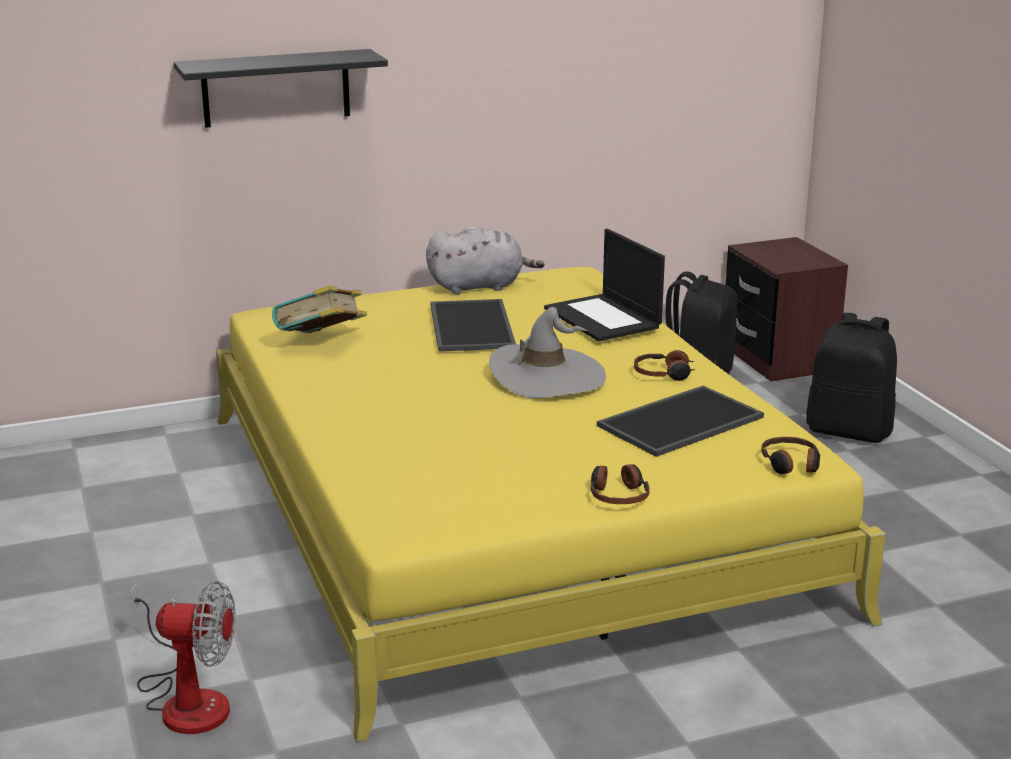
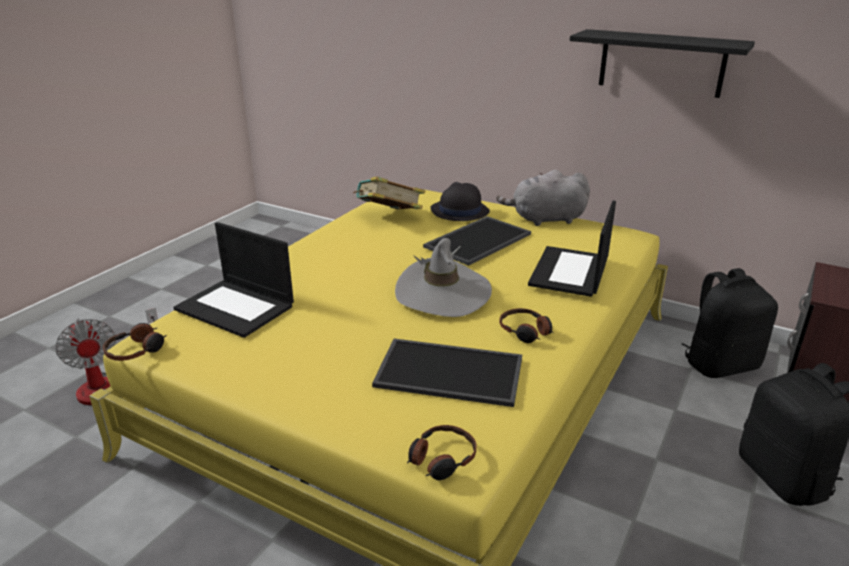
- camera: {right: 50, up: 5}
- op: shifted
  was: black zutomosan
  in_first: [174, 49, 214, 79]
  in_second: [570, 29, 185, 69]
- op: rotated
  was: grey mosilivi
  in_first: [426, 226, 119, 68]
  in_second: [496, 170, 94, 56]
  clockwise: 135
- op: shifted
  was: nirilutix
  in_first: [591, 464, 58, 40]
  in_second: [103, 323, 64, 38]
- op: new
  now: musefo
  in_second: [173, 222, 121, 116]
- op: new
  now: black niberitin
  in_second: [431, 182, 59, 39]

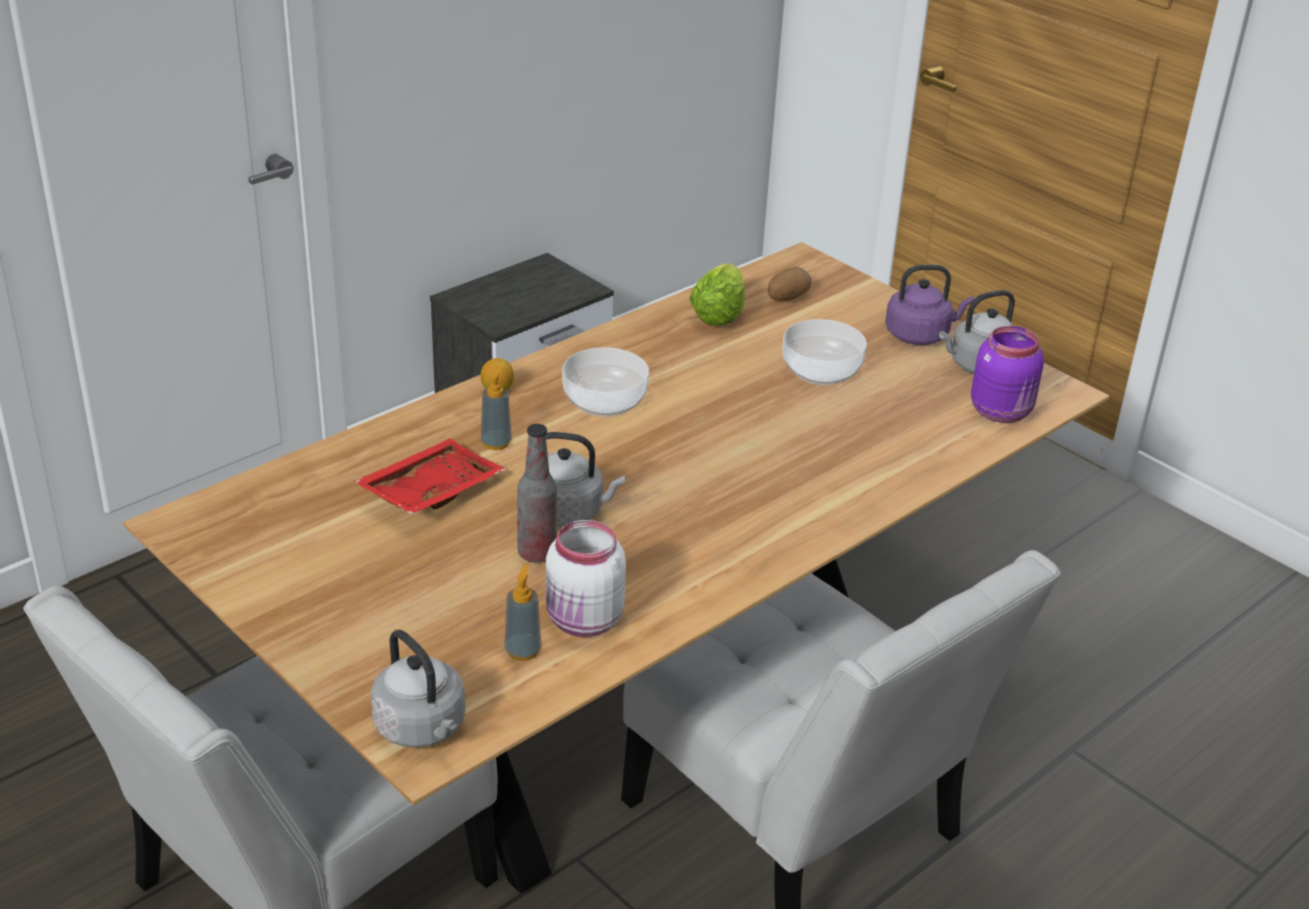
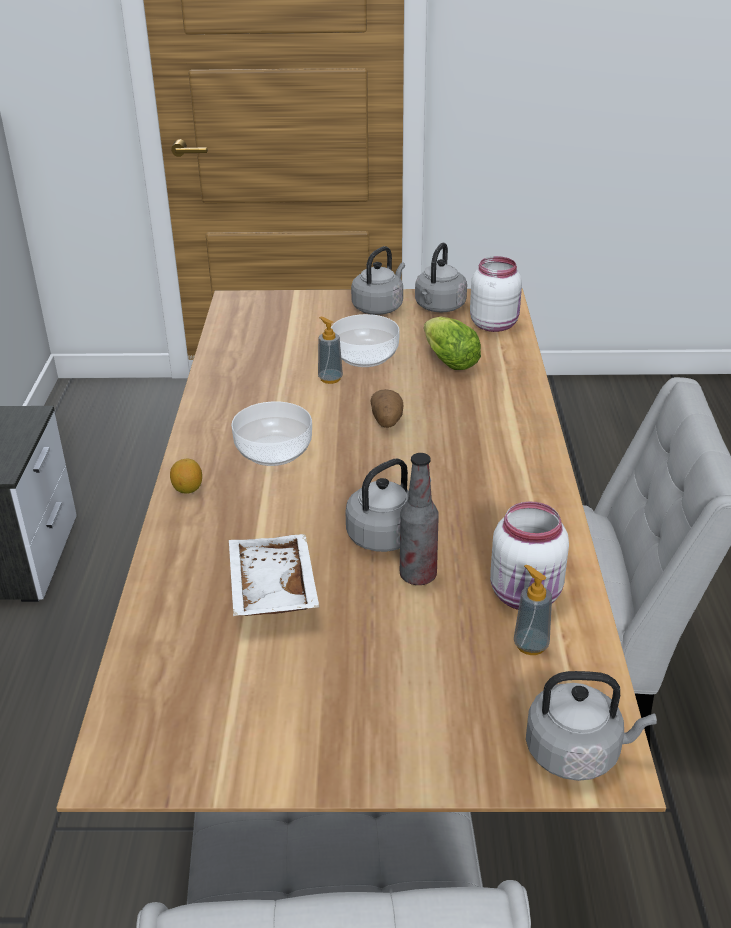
- camera: {right: -45, up: 0}
- op: repainted
  was: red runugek
  now: white runugek
  in_first: [354, 438, 153, 76]
  in_second: [229, 534, 90, 82]
- op: shifted
  was: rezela
  in_first: [481, 366, 31, 84]
  in_second: [318, 317, 25, 67]
- op: shifted
  was: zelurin
  in_first: [689, 264, 56, 61]
  in_second: [424, 317, 57, 53]
- op: shifted
  was: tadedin
  in_first: [768, 267, 44, 34]
  in_second: [371, 389, 32, 39]
- op: repainted
  was: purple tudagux
  now: grey tudagux
  in_first: [885, 265, 89, 80]
  in_second: [351, 246, 54, 69]
- op: repainted
  was: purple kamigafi
  now: white kamigafi
  in_first: [971, 326, 73, 97]
  in_second: [470, 256, 52, 76]

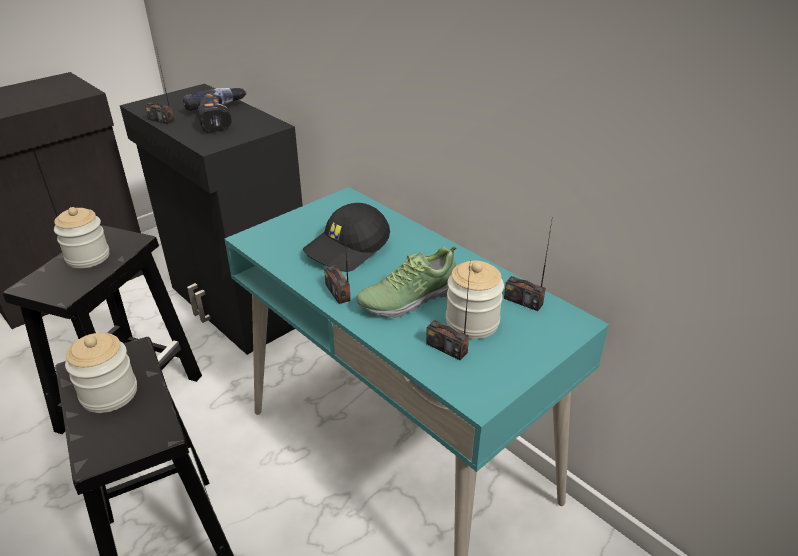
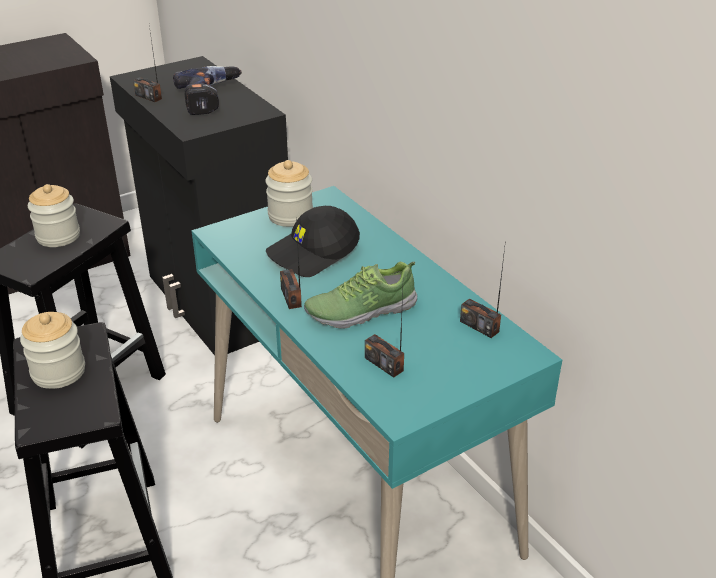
- camera: {right: 10, up: 0}
- op: shifted
  was: kamigafi
  in_first: [446, 261, 58, 78]
  in_second: [266, 160, 47, 67]

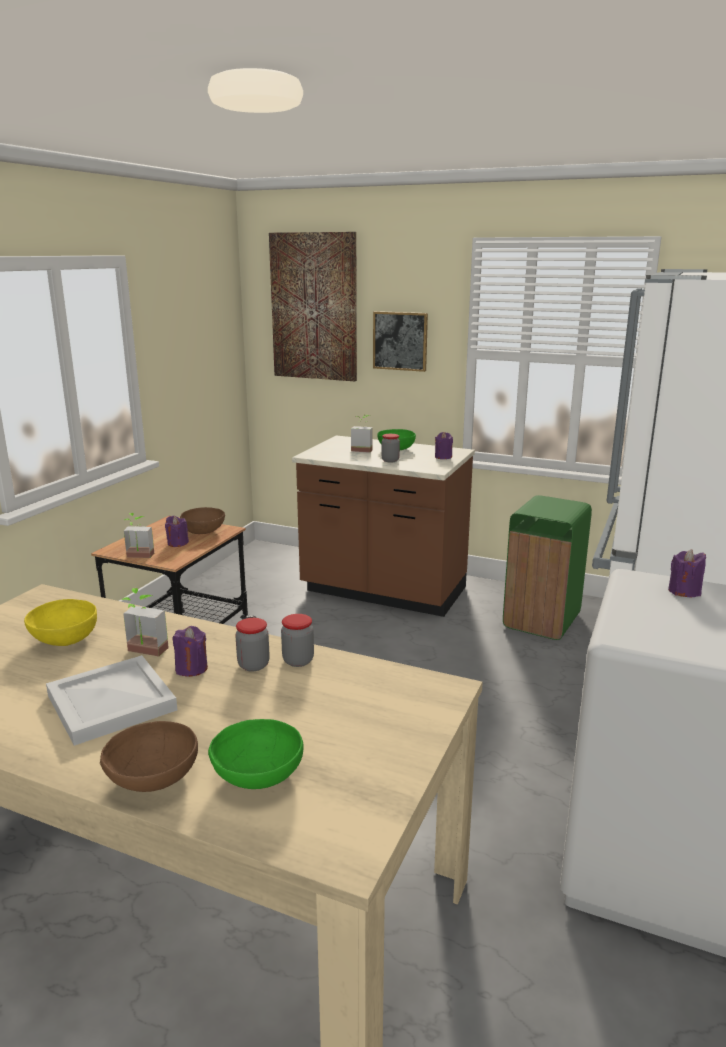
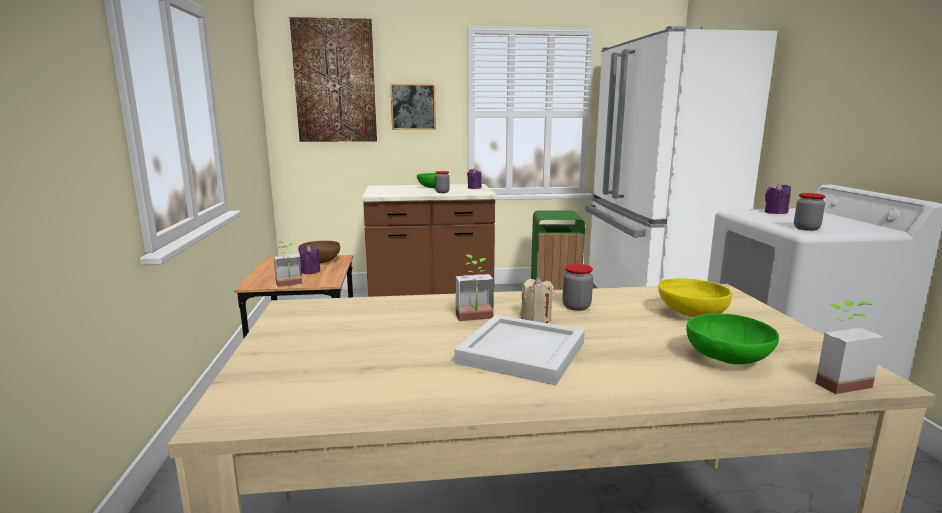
- camera: {right: -30, up: -5}
- op: shifted
  was: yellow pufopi
  in_first: [24, 599, 73, 47]
  in_second: [658, 278, 74, 39]
- op: gone
  was: brown pufopi
  in_first: [100, 721, 98, 71]
- op: repainted
  was: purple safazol
  now: beige safazol
  in_first: [172, 626, 36, 51]
  in_second: [521, 277, 33, 46]
- op: shifted
  was: kamigafi
  in_first: [281, 614, 33, 53]
  in_second: [794, 193, 32, 38]
- op: shifted
  was: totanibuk
  in_first: [351, 415, 22, 38]
  in_second: [815, 301, 69, 93]

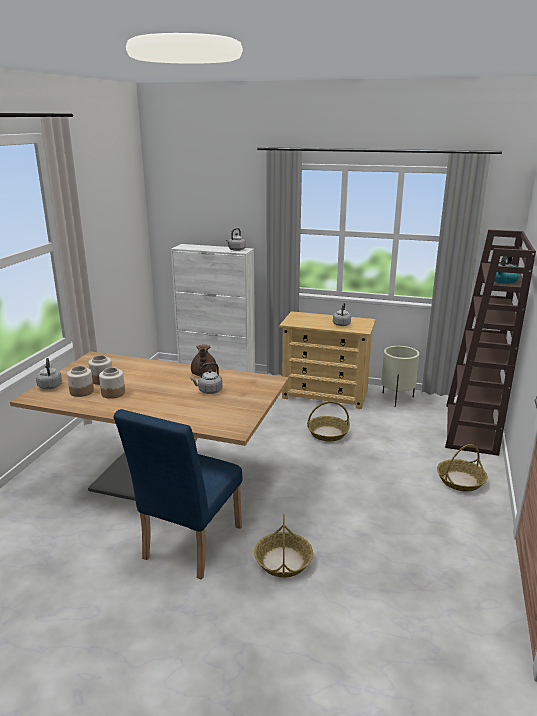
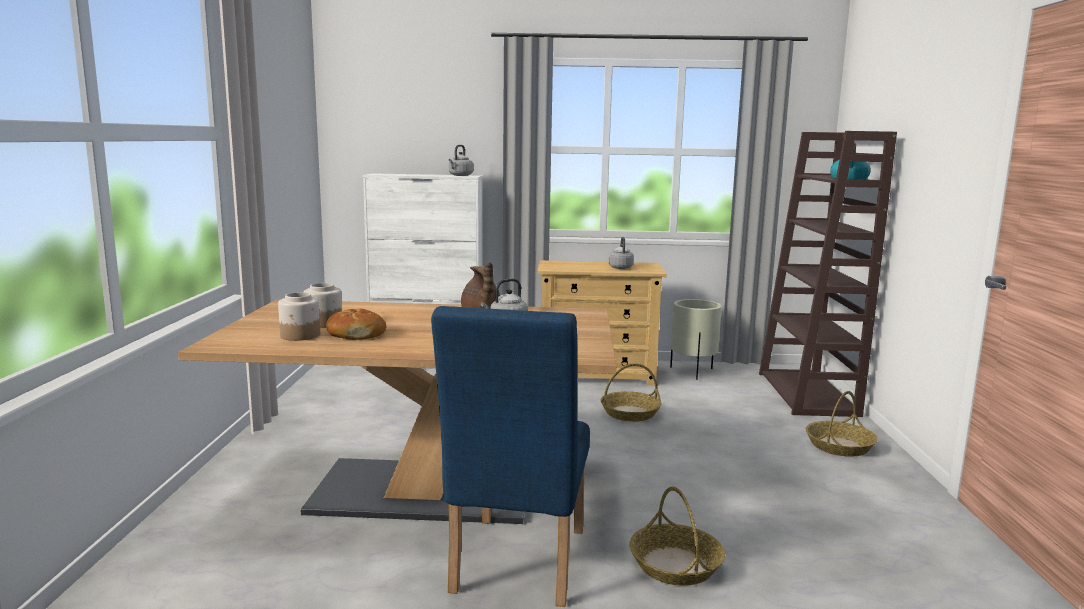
- camera: {right: -15, up: -10}
- op: gone
  was: grey tudagux
  in_first: [36, 358, 26, 31]
- op: swapped
  was: kamigafi
  now: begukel
  in_first: [99, 367, 26, 32]
  in_second: [326, 309, 60, 31]

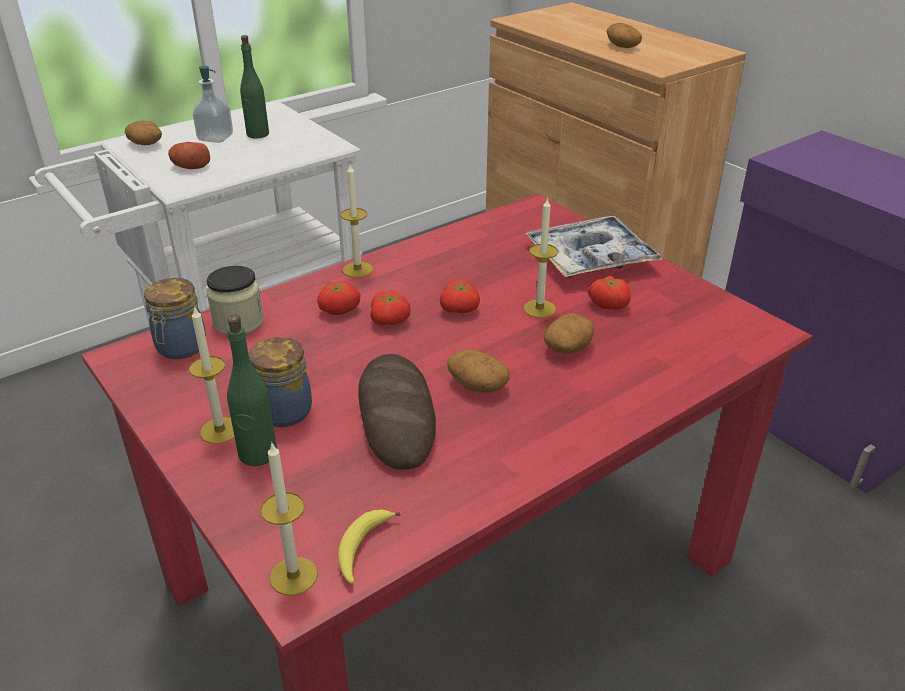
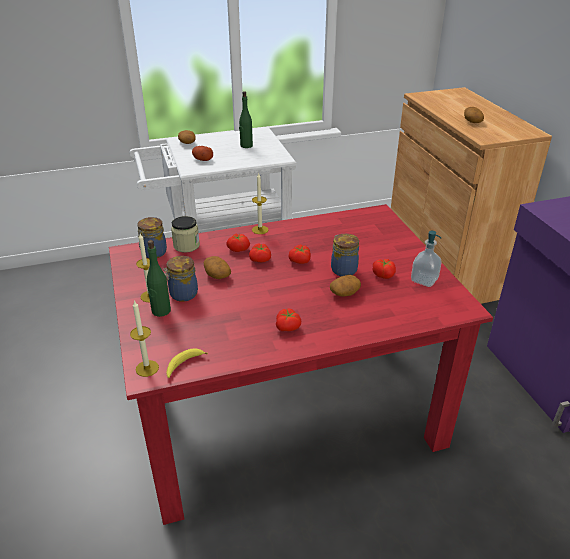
- camera: {right: 20, up: 0}
- op: shifted
  was: rezela
  in_first: [193, 66, 40, 77]
  in_second: [411, 231, 31, 56]
- op: gone
  was: begukel
  in_first: [358, 354, 78, 116]
- op: shifted
  was: tadedin
  in_first: [447, 349, 63, 44]
  in_second: [204, 256, 27, 23]
- op: swapped
  was: safazol
  now: kamigafi
  in_first: [524, 197, 34, 121]
  in_second: [331, 234, 28, 42]
- op: gone
  was: runugek
  in_first: [525, 216, 137, 61]
- op: new
  now: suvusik
  in_second: [276, 308, 25, 23]

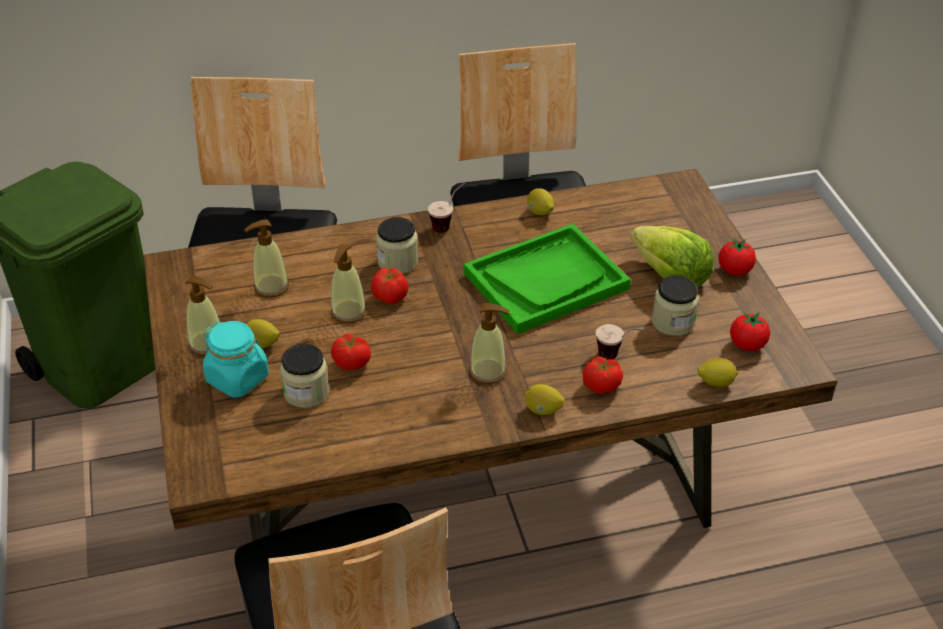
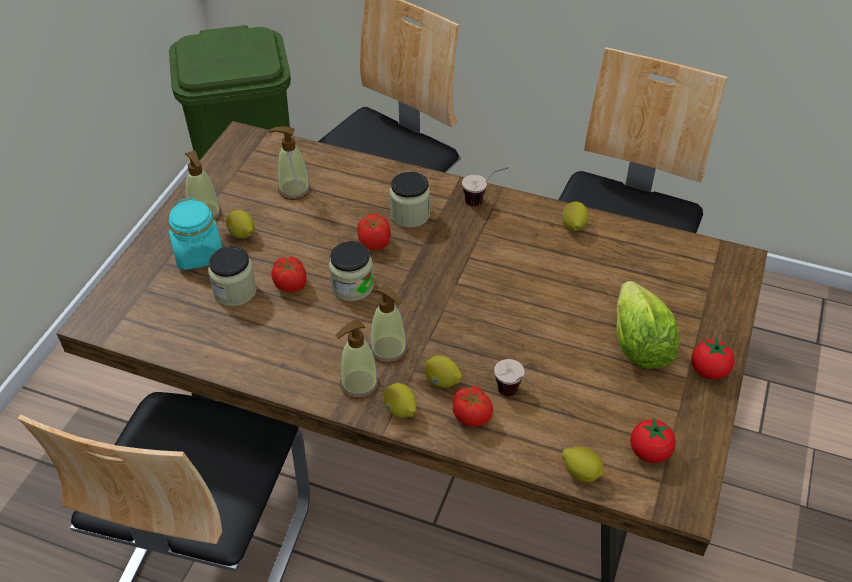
- camera: {right: 35, up: 5}
- op: shifted
  was: rezela
  in_first: [331, 244, 36, 80]
  in_second: [335, 319, 44, 80]
- op: gone
  was: green runugek
  in_first: [464, 224, 167, 110]
- op: shifted
  was: kamigafi
  in_first: [652, 276, 47, 60]
  in_second: [329, 241, 45, 60]
- op: new
  now: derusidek
  in_second: [425, 355, 37, 33]

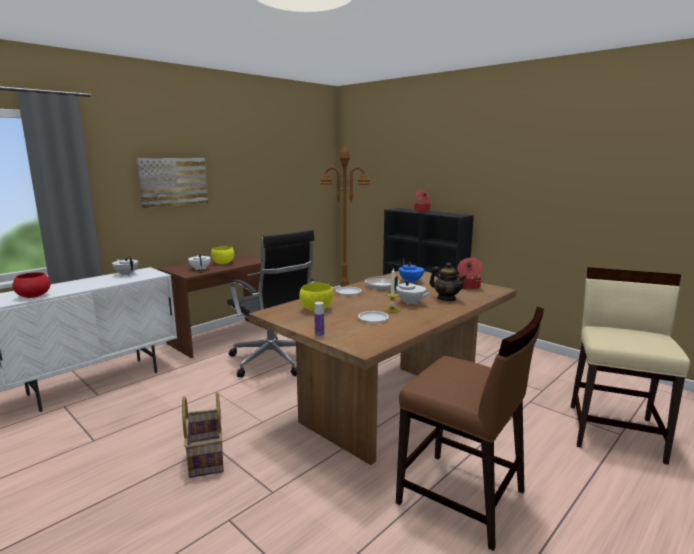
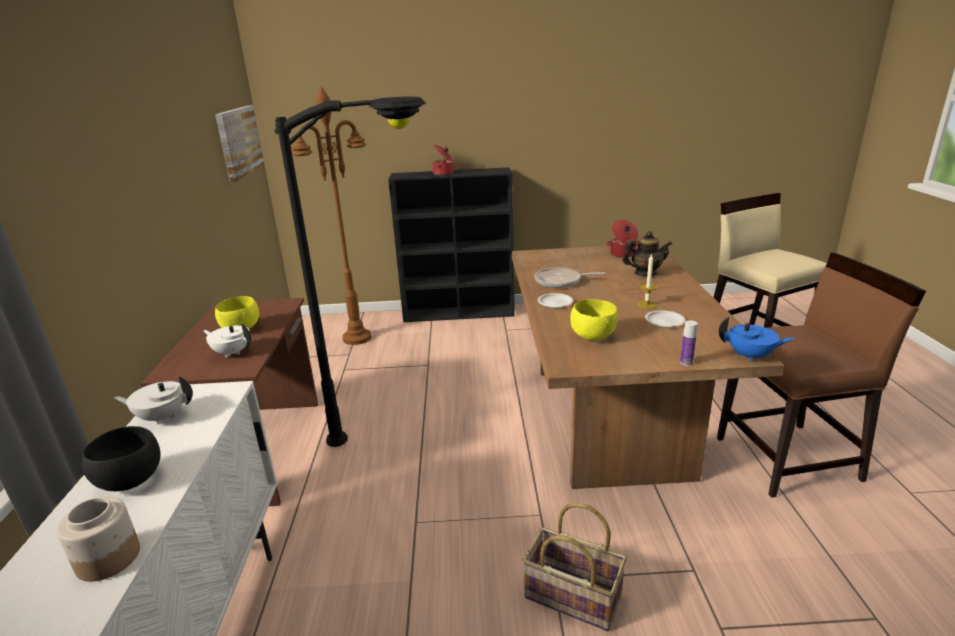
- camera: {right: -45, up: 10}
- op: swapped
  was: red pufopi
  now: kamigafi
  in_first: [12, 272, 39, 26]
  in_second: [57, 497, 83, 85]
- op: shifted
  was: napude
  in_first: [136, 158, 72, 50]
  in_second: [215, 105, 50, 77]
- op: swapped
  was: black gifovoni
  now: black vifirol
  in_first: [227, 229, 88, 149]
  in_second: [274, 96, 152, 351]
- op: gone
  was: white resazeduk
  in_first: [394, 276, 38, 29]
- op: shifted
  was: blue resazeduk
  in_first: [399, 258, 25, 26]
  in_second: [719, 317, 75, 45]
- op: new
  now: black pufopi
  in_second: [82, 426, 78, 65]

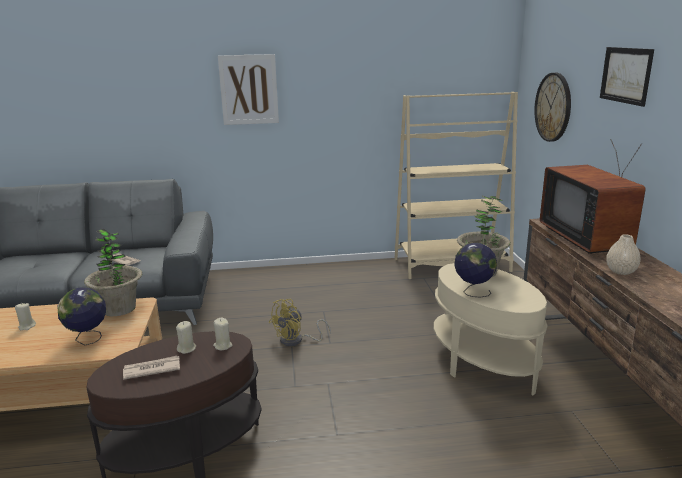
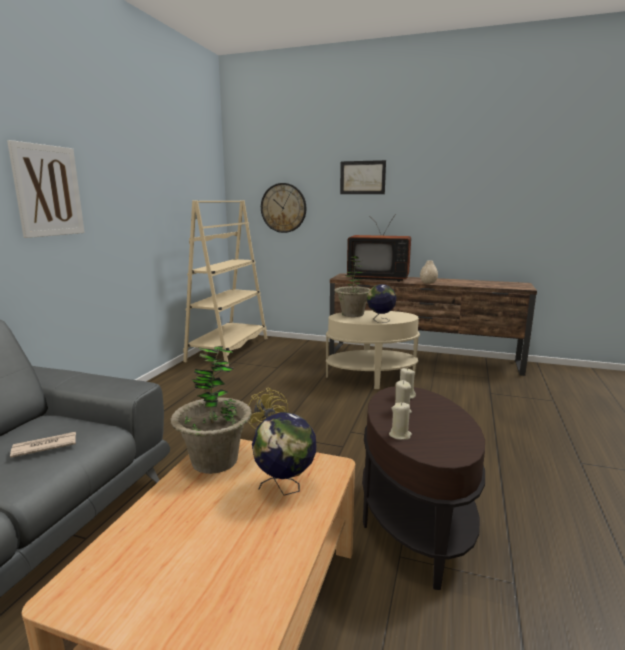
- camera: {right: -65, up: -5}
- op: shifted
  was: beige safazol
  in_first: [15, 303, 21, 27]
  in_second: [389, 403, 23, 37]
- op: gone
  was: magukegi
  in_first: [123, 356, 57, 23]

